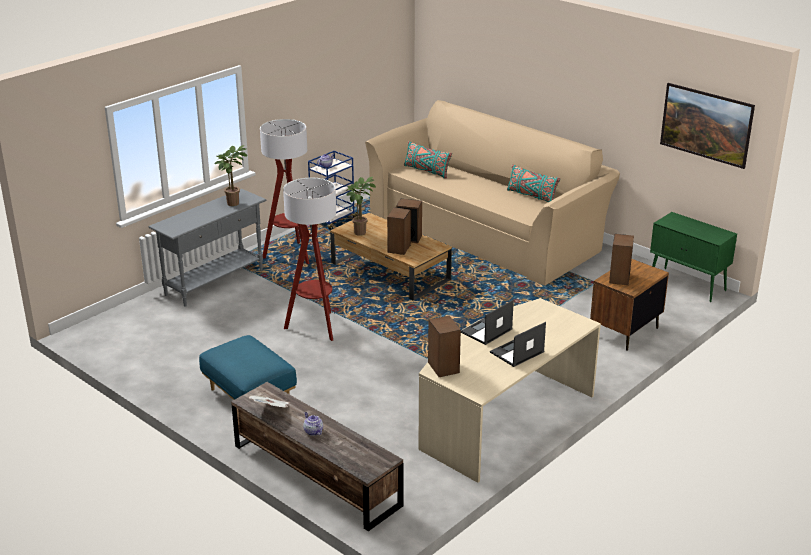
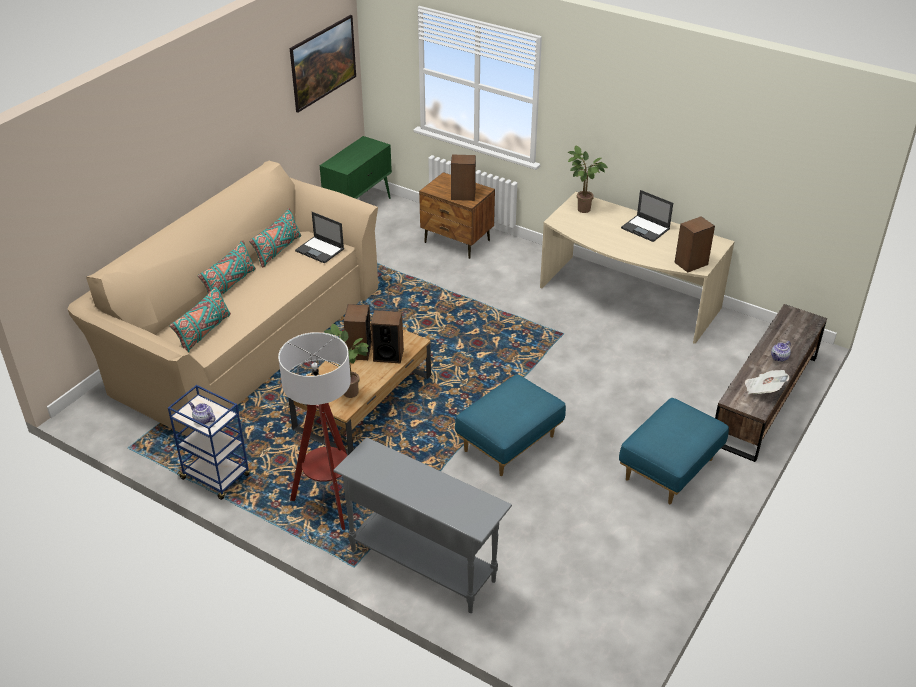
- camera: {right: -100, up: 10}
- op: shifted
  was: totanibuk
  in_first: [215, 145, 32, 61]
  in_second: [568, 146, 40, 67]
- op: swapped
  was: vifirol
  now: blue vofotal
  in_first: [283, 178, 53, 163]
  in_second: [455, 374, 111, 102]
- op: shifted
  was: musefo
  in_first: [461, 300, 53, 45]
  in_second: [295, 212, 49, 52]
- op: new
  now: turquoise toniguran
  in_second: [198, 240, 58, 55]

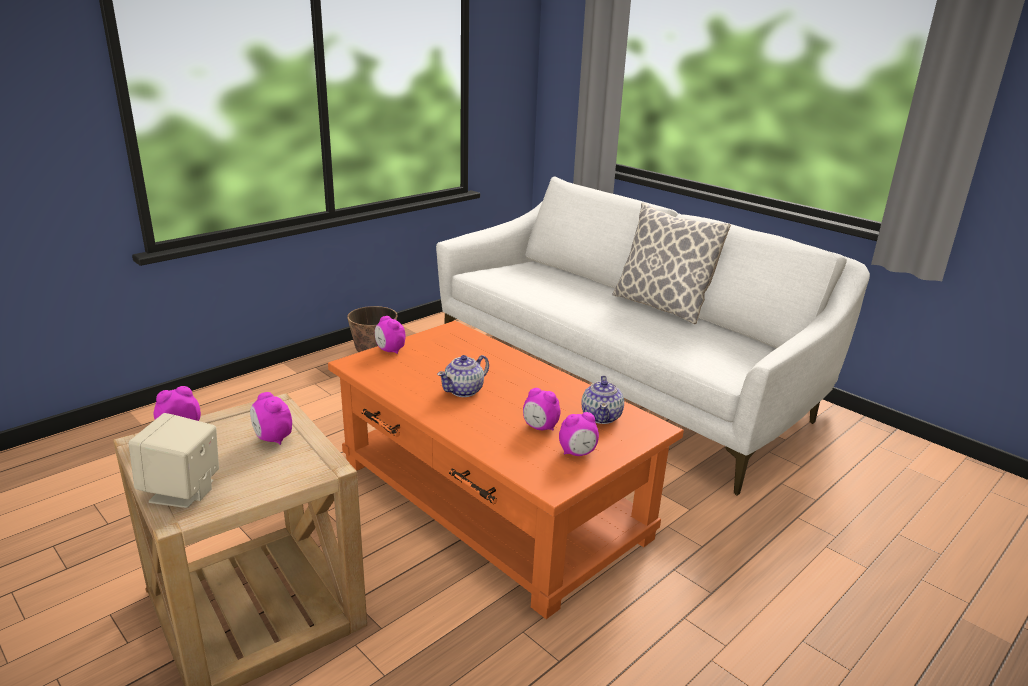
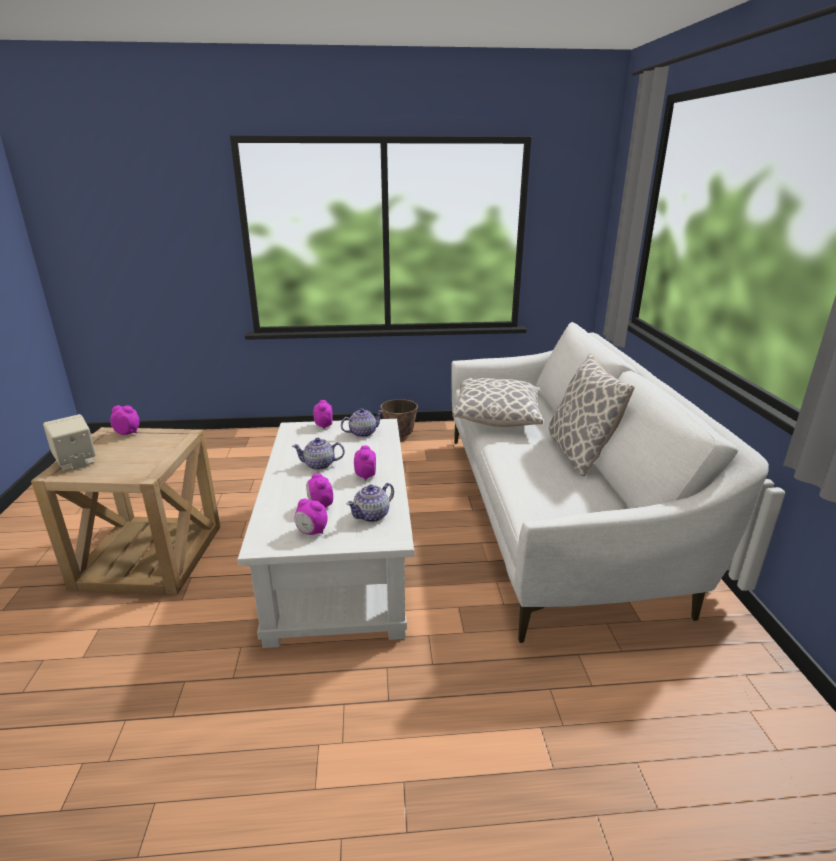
- camera: {right: 40, up: 0}
- op: shifted
  was: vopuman
  in_first: [250, 392, 42, 53]
  in_second: [354, 446, 22, 35]
- op: repainted
  was: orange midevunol
  now: white midevunol
  in_first: [328, 321, 356, 298]
  in_second: [237, 419, 177, 229]
- op: new
  now: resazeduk
  in_second: [341, 408, 42, 29]
- op: new
  now: toniguran
  in_second: [452, 378, 91, 49]

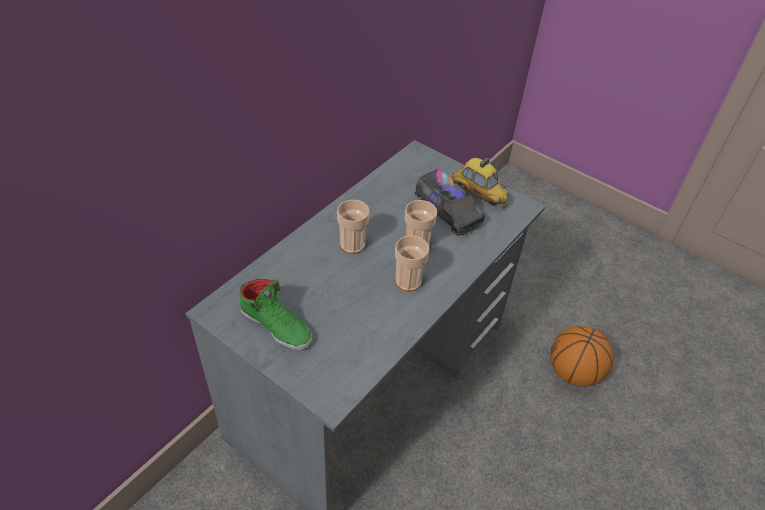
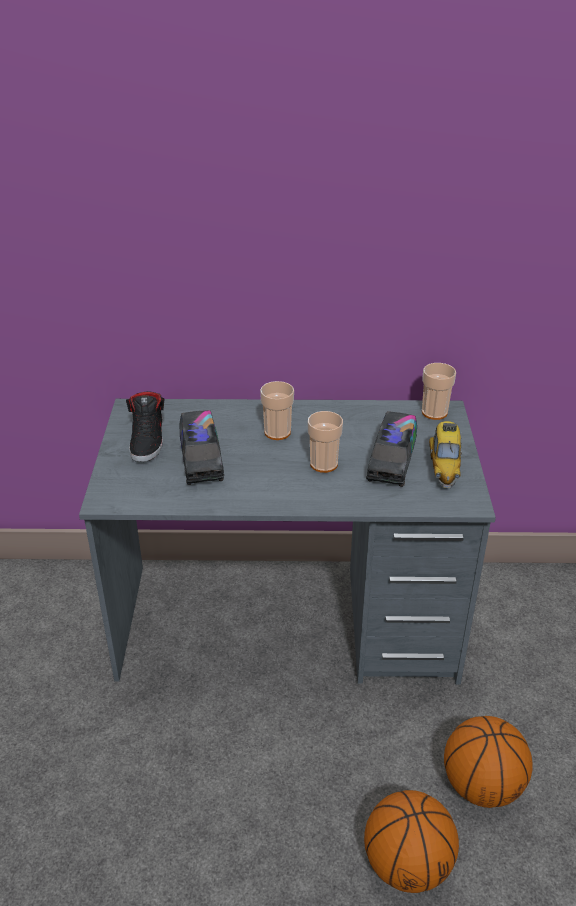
- camera: {right: 55, up: -10}
- op: repainted
  was: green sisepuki
  now: black sisepuki
  in_first: [239, 279, 73, 71]
  in_second: [126, 391, 38, 71]
- op: shifted
  was: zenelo
  in_first: [395, 236, 34, 56]
  in_second: [422, 363, 34, 57]
- op: new
  now: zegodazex
  in_second: [179, 410, 45, 75]
- op: new
  now: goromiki
  in_second: [364, 790, 95, 103]

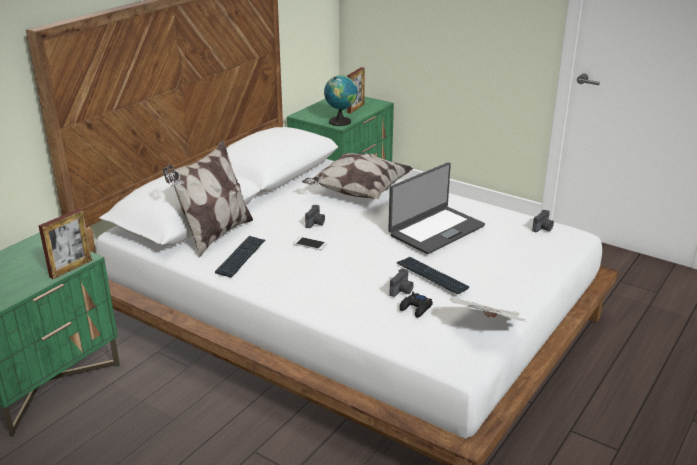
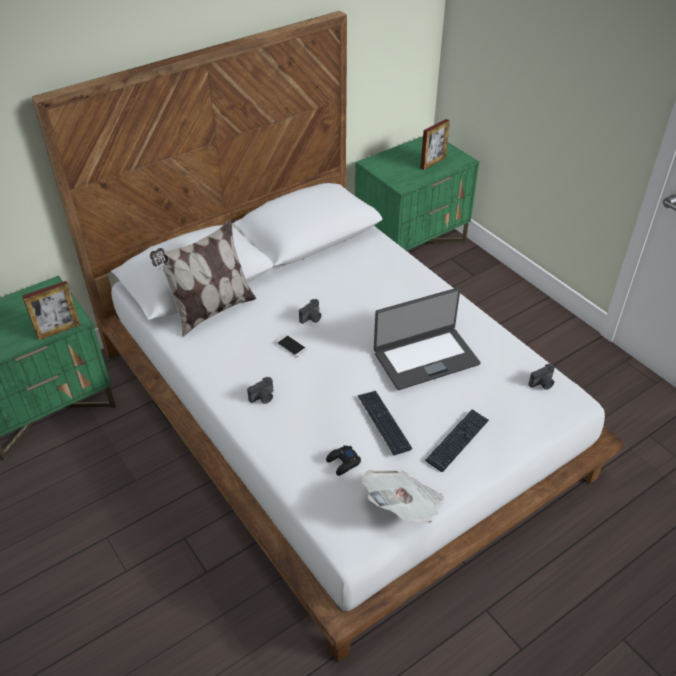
- camera: {right: 20, up: 15}
- op: shifted
  was: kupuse
  in_first: [215, 236, 50, 41]
  in_second: [425, 409, 64, 63]
- op: gone
  was: toniguran
  in_first: [302, 153, 112, 46]
- op: gone
  was: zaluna
  in_first: [324, 75, 34, 51]
- op: shifted
  was: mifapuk
  in_first: [390, 269, 24, 28]
  in_second: [247, 377, 26, 27]

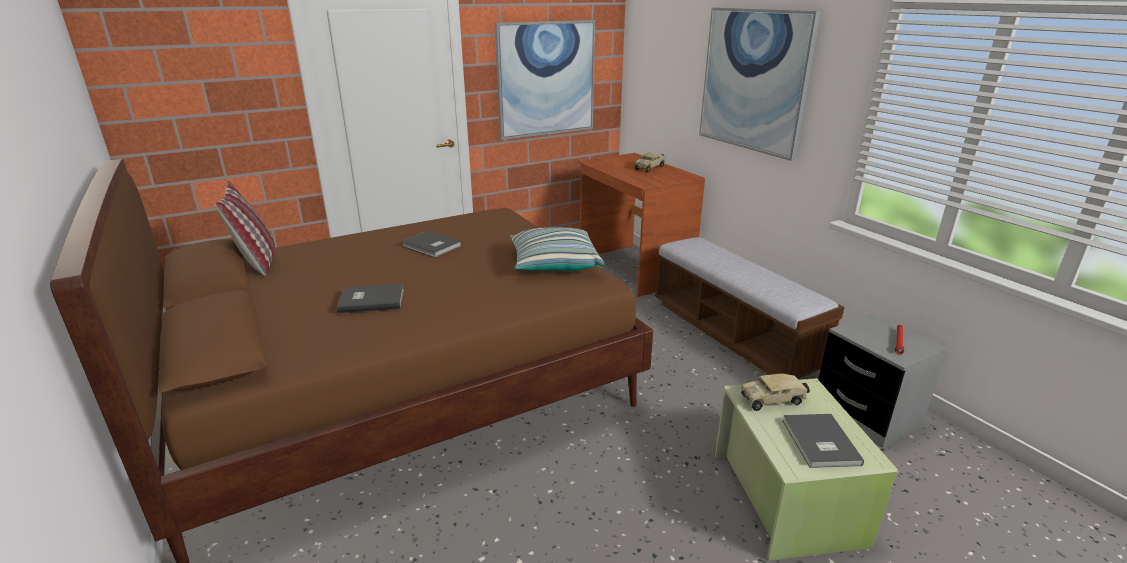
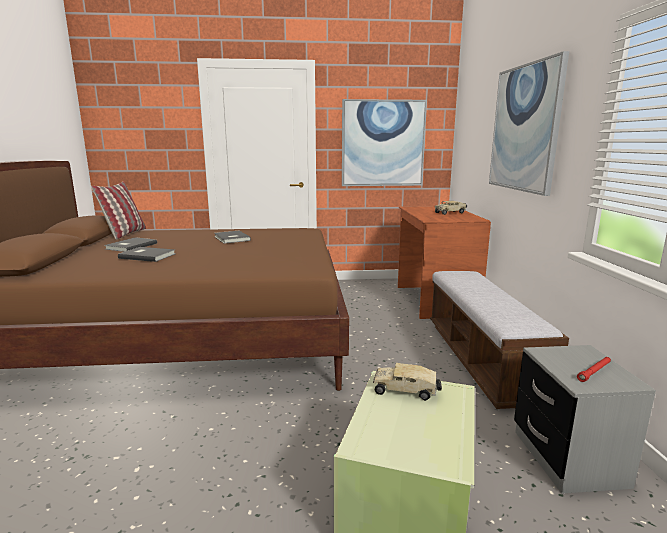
- camera: {right: 25, up: -10}
- op: gone
  was: toniguran
  in_first: [510, 227, 95, 44]
- op: shifted
  was: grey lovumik
  in_first: [783, 414, 81, 54]
  in_second: [104, 237, 53, 15]

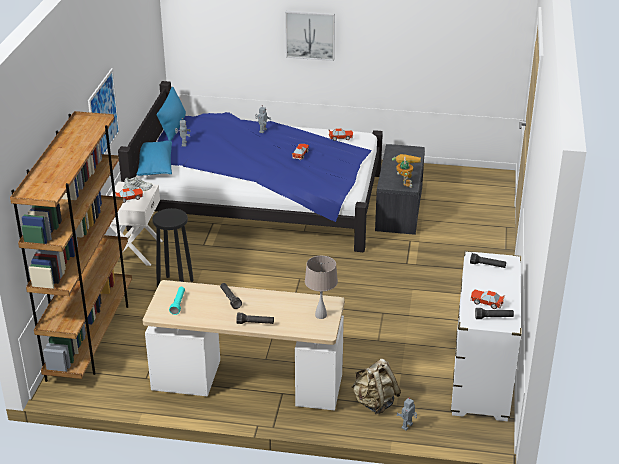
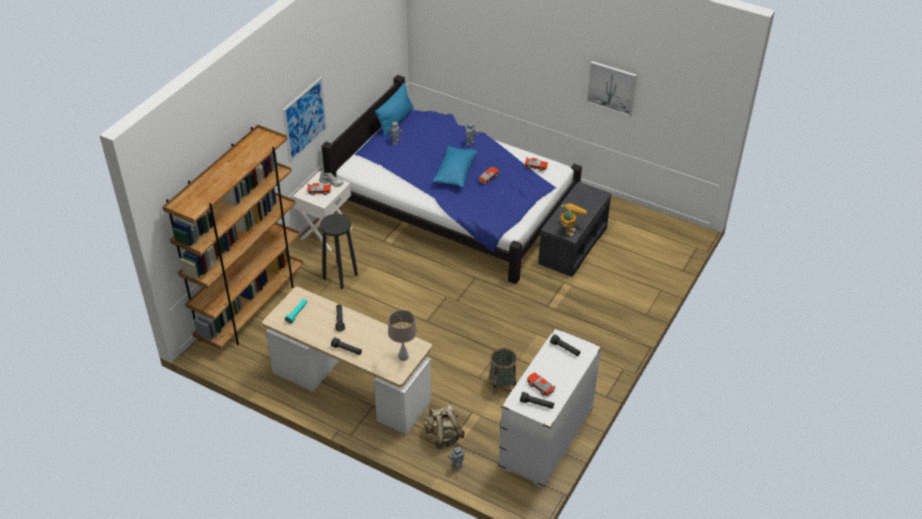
- camera: {right: 20, up: 10}
- op: shifted
  was: blue toniguran
  in_first: [136, 141, 36, 35]
  in_second: [433, 146, 44, 41]
- op: shifted
  was: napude
  in_first: [285, 11, 50, 50]
  in_second: [586, 61, 51, 55]
- op: new
  now: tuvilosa
  in_second: [489, 348, 28, 47]

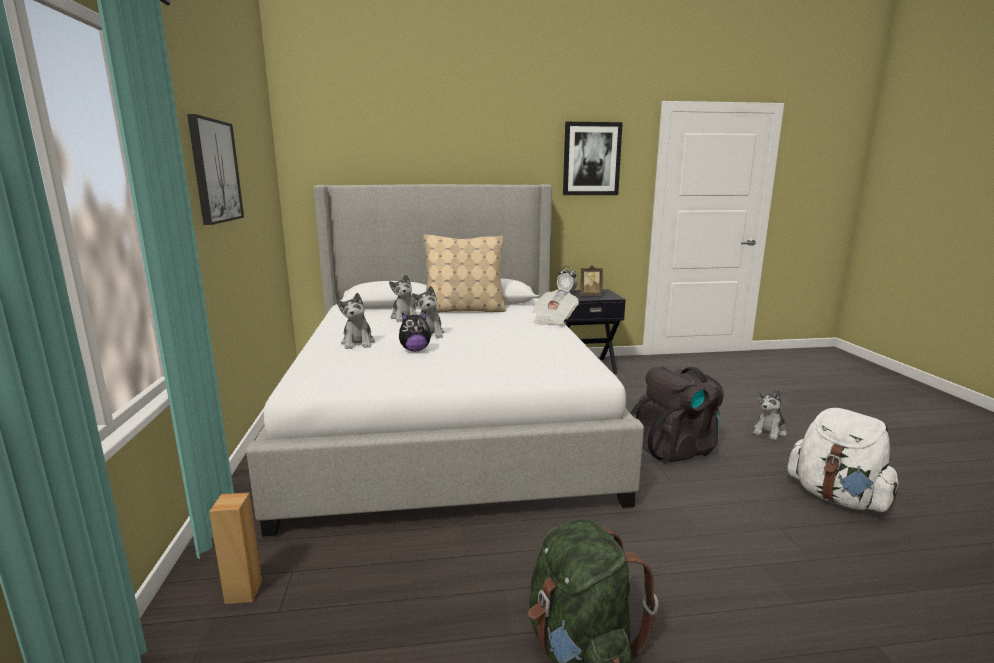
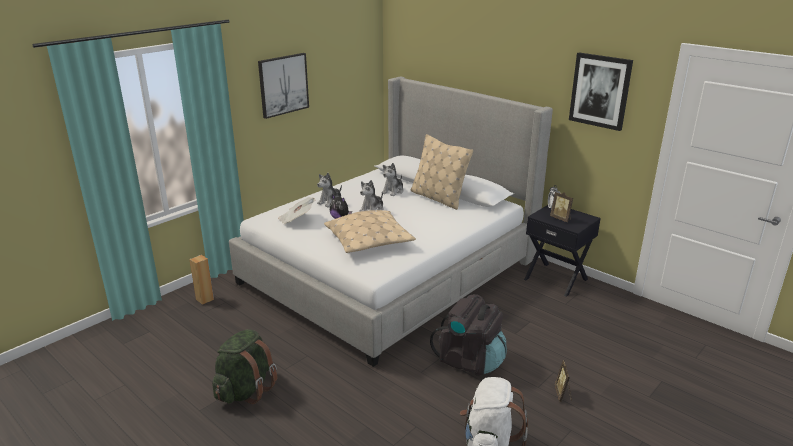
- camera: {right: 50, up: 10}
- op: shifted
  was: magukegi
  in_first: [532, 289, 47, 36]
  in_second: [278, 197, 38, 28]
- op: swapped
  was: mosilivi
  now: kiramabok
  in_first: [753, 390, 34, 50]
  in_second: [555, 360, 17, 42]
- op: new
  now: beige toniguran
  in_second: [324, 210, 92, 43]

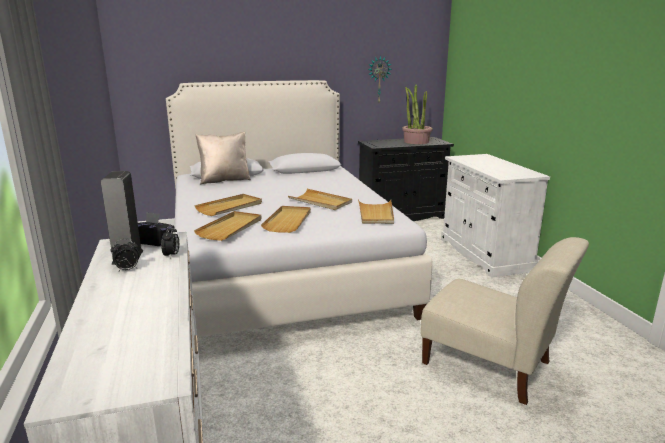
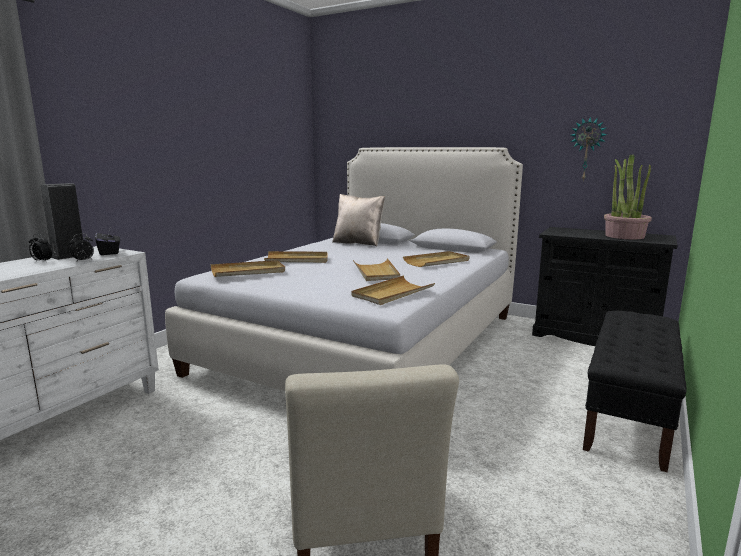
- camera: {right: 45, up: -5}
- op: shifted
  was: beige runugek
  in_first: [261, 206, 50, 27]
  in_second: [403, 251, 66, 16]
- op: swapped
  was: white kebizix
  now: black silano
  in_first: [441, 154, 109, 123]
  in_second: [583, 311, 104, 161]

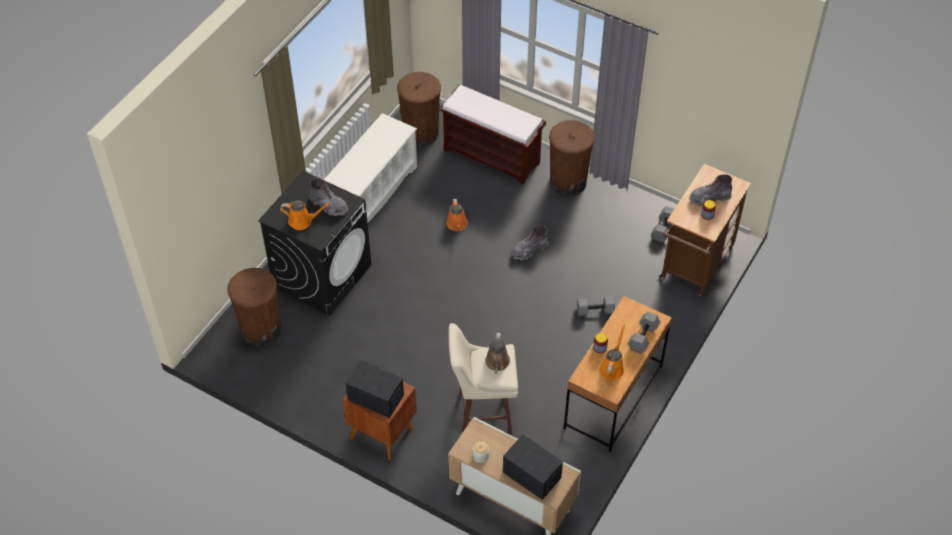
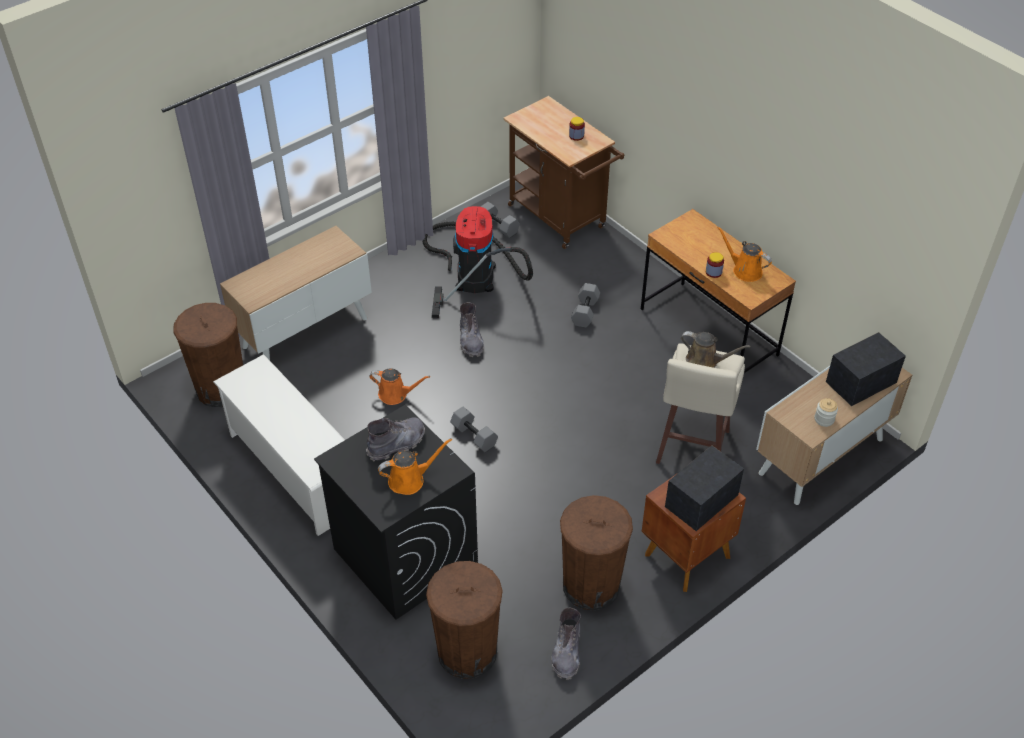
- camera: {right: -70, up: -5}
- op: rotated
  was: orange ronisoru
  in_first: [280, 200, 51, 30]
  in_second: [378, 438, 74, 57]
  clockwise: 45
- op: swapped
  was: brown silano
  now: kebizix
  in_first: [440, 84, 106, 101]
  in_second: [220, 226, 152, 134]
- op: shifted
  was: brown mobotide
  in_first: [549, 120, 46, 76]
  in_second: [560, 495, 73, 116]
- op: shifted
  was: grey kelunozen
  in_first: [628, 312, 32, 42]
  in_second: [450, 406, 48, 46]
- op: shifted
  was: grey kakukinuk
  in_first: [689, 174, 43, 32]
  in_second: [551, 608, 30, 72]
- op: new
  now: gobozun
  in_second: [423, 206, 110, 112]

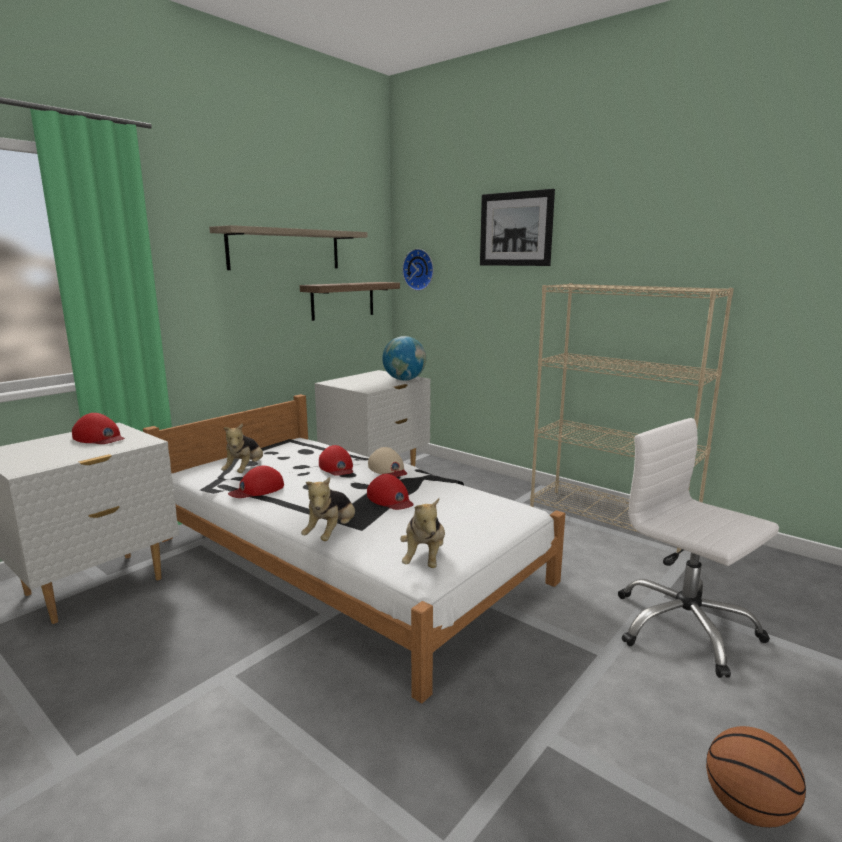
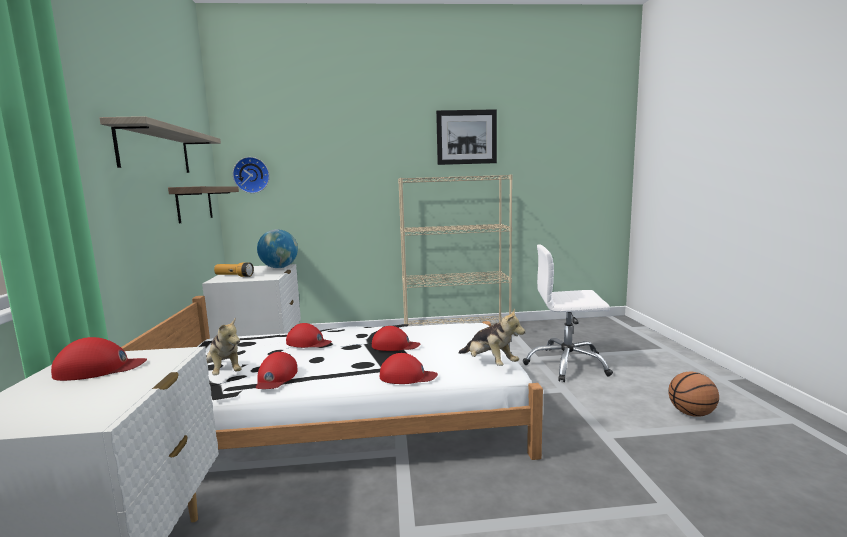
- camera: {right: -45, up: -5}
- op: swapped
  was: mosilivi
  now: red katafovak
  in_first: [301, 477, 54, 64]
  in_second: [380, 353, 58, 31]
- op: gone
  was: beige katafovak
  in_first: [368, 447, 39, 30]
- op: shifted
  was: napude
  in_first: [480, 189, 75, 77]
  in_second: [436, 109, 61, 56]
- op: new
  now: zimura
  in_second: [214, 263, 40, 14]

